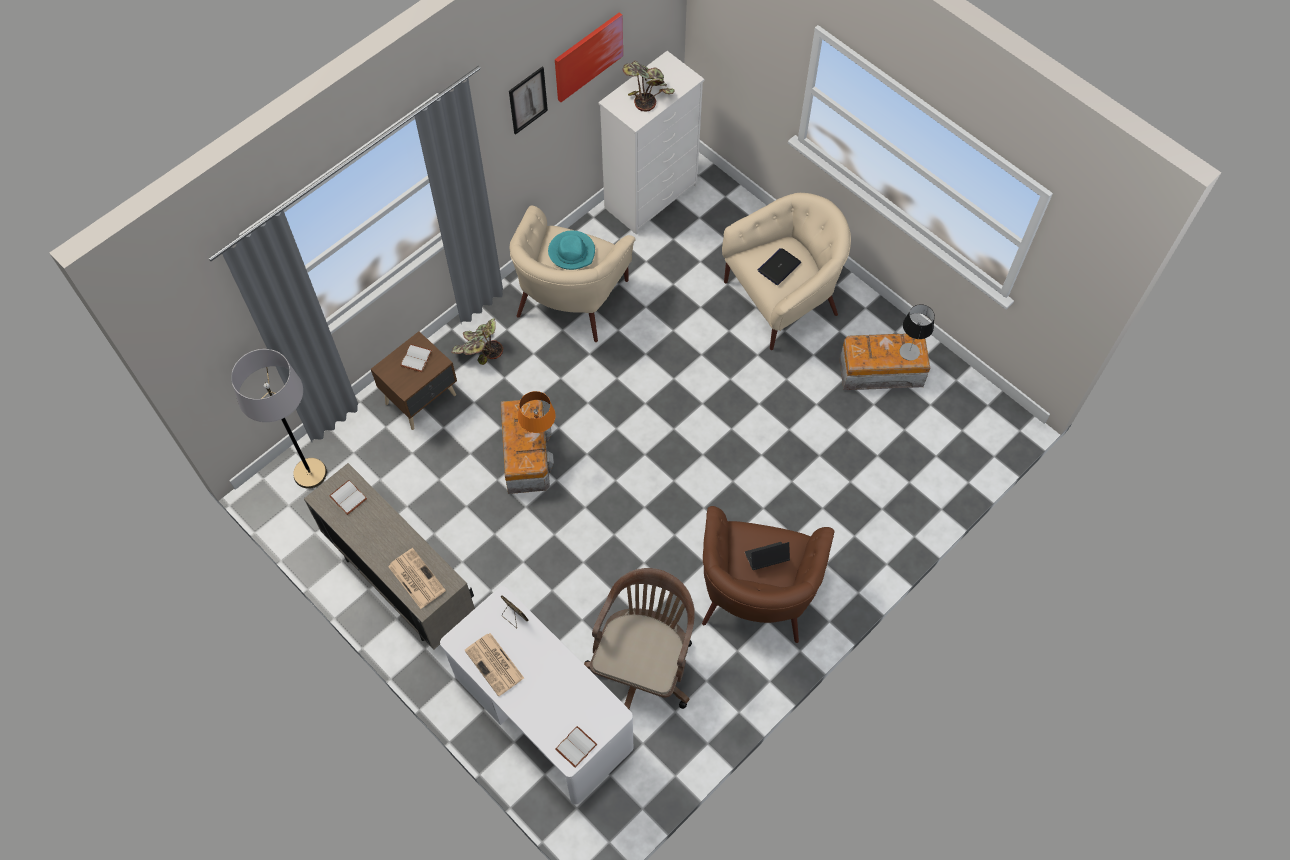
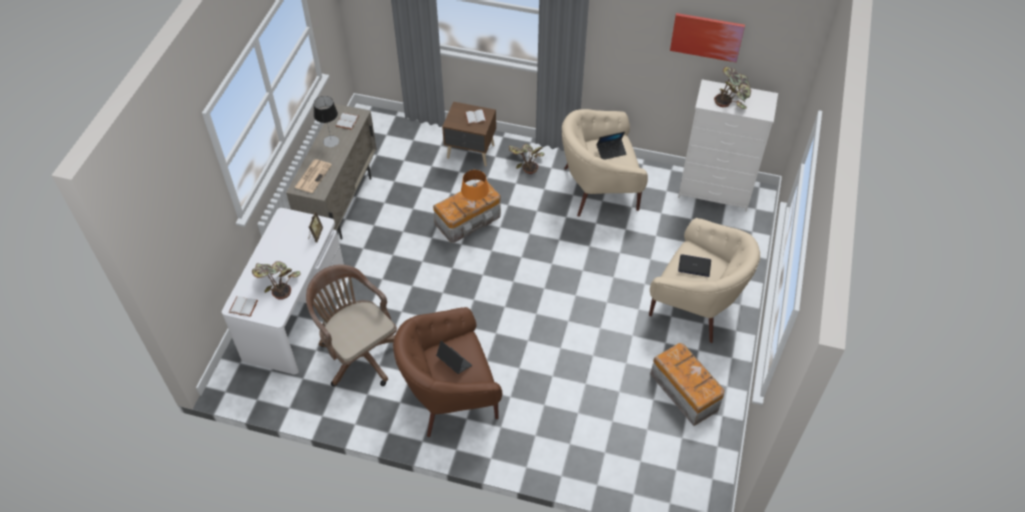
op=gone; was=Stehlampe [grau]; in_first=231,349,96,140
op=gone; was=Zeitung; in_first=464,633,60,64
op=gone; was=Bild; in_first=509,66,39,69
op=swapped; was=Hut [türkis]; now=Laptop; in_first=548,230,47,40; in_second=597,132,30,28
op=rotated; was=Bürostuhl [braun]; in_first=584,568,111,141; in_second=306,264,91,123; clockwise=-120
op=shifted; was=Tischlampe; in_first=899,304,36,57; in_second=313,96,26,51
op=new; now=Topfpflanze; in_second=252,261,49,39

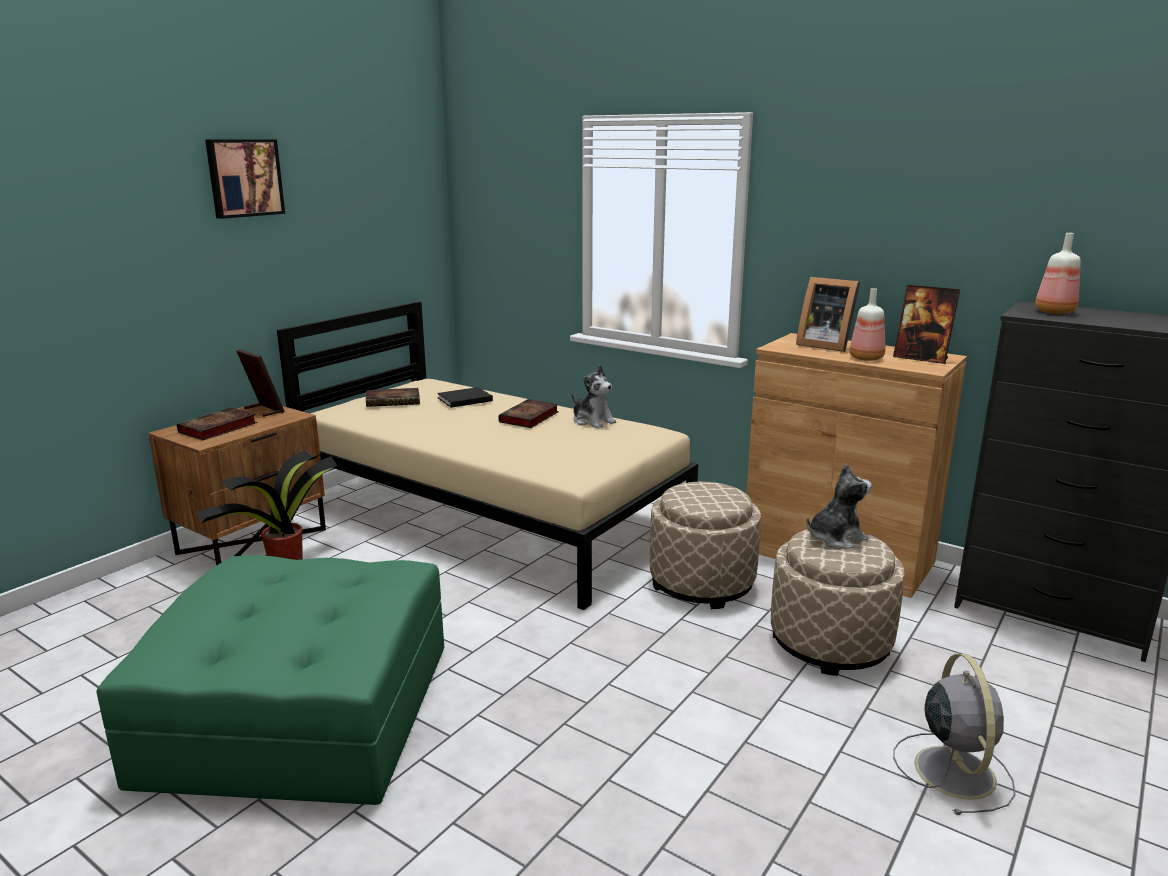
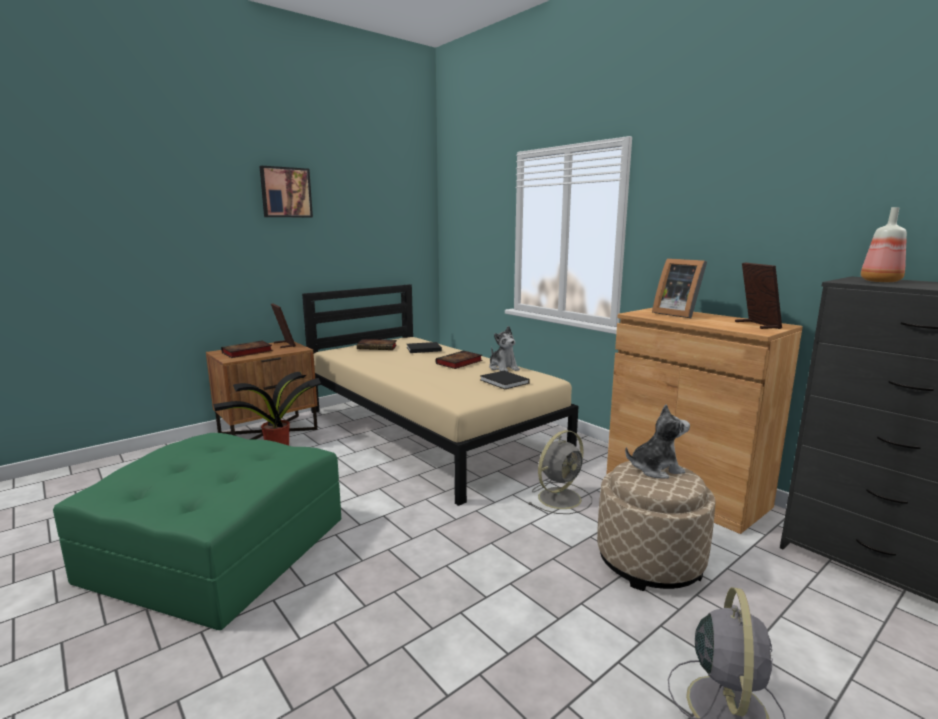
op=swapped; was=Polsterhocker [beige]; now=Ventilator [grau]; in_first=650,482,111,127; in_second=528,430,64,84
op=gone; was=Flasche; in_first=849,288,36,73
op=rotated; was=Bilderrahmen; in_first=893,285,67,79; in_second=735,263,47,66; clockwise=-150
op=new; now=Buch [schwarz]; in_second=480,371,50,18

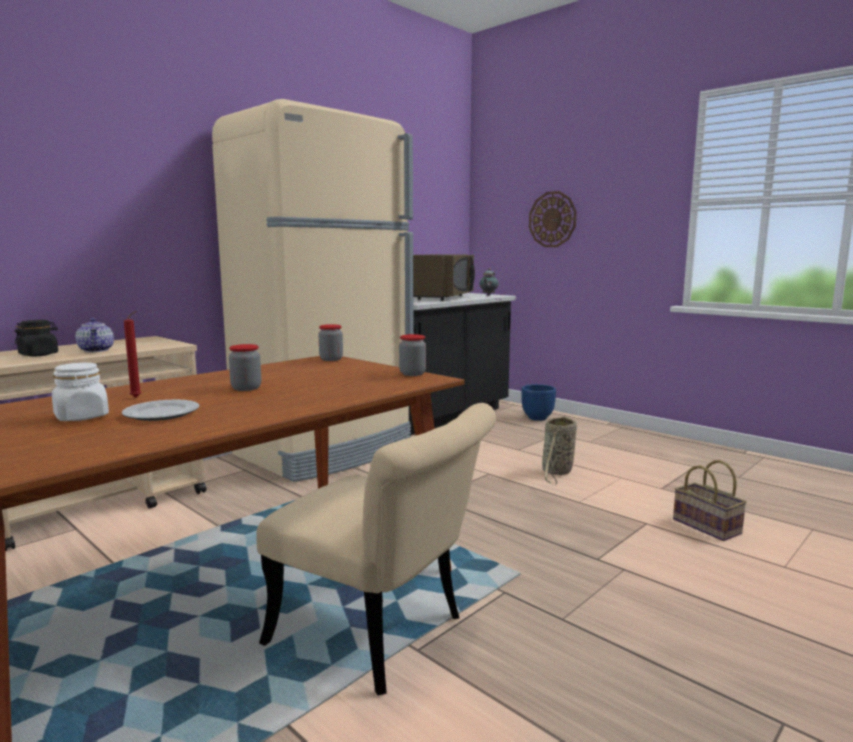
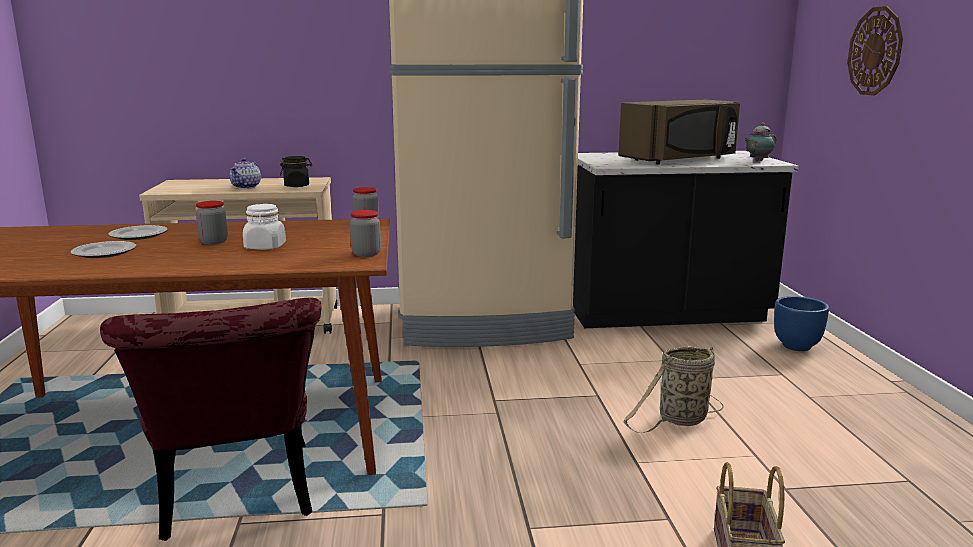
op=shifted; was=Vorratsglas [schwarz]; in_first=15,320,43,36; in_second=280,156,32,31
op=shifted; was=Vorratsglas [weiß]; in_first=52,363,57,58; in_second=243,204,43,46
op=swapped; was=Kerze [rot]; now=Teller; in_first=124,311,17,87; in_second=109,225,59,15
op=repainted; was=Stuhl [beige]; now=Stuhl [rot]; in_first=256,403,240,293; in_second=100,298,221,243

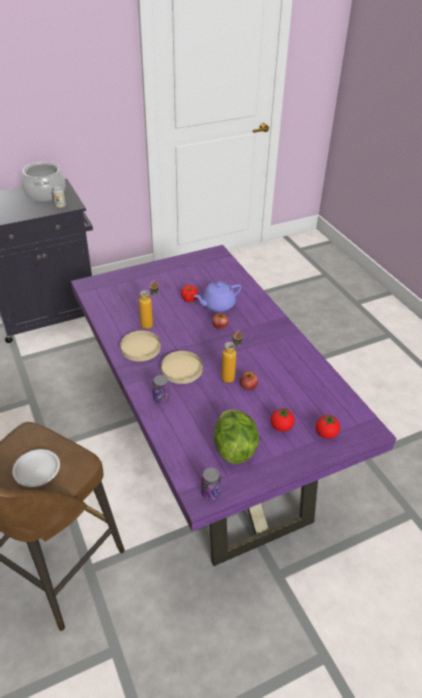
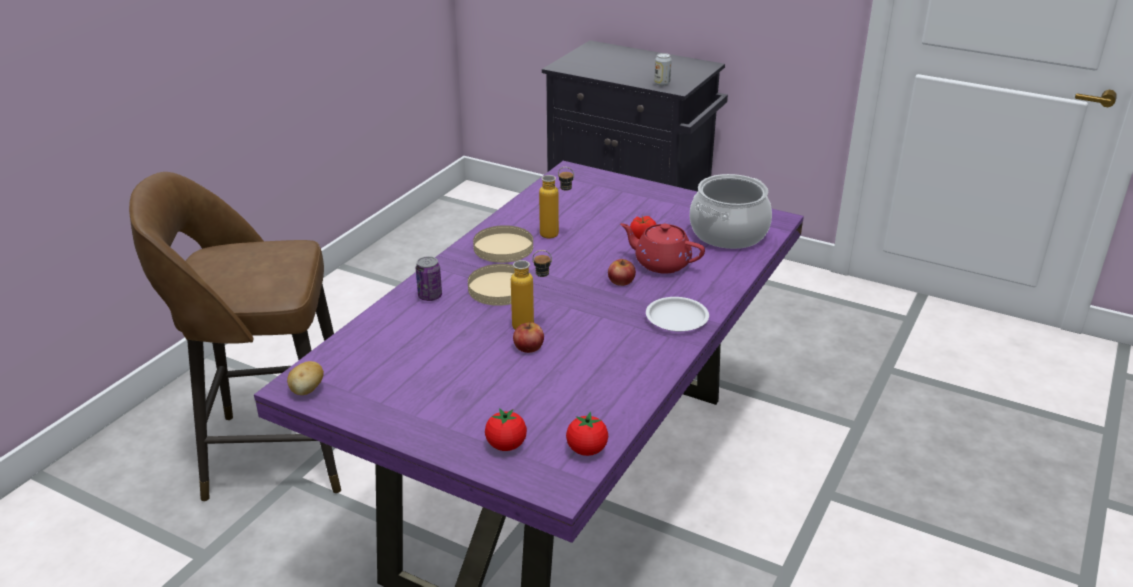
op=shifted; was=Teller [weiß]; in_first=12,449,48,38; in_second=646,297,63,34
op=shifted; was=Kochtopf; in_first=21,162,45,39; in_second=690,174,82,75
op=repainted; was=Teekanne [lila]; now=Teekanne [rot]; in_first=194,281,47,31; in_second=620,223,85,51
op=swapped; was=Dose; now=Kartoffel; in_first=201,468,20,32; in_second=287,361,37,34
op=gone; was=Salatkopf; in_first=214,410,45,54
op=shifted; was=Tomate; in_first=271,408,24,24; in_second=566,412,42,44

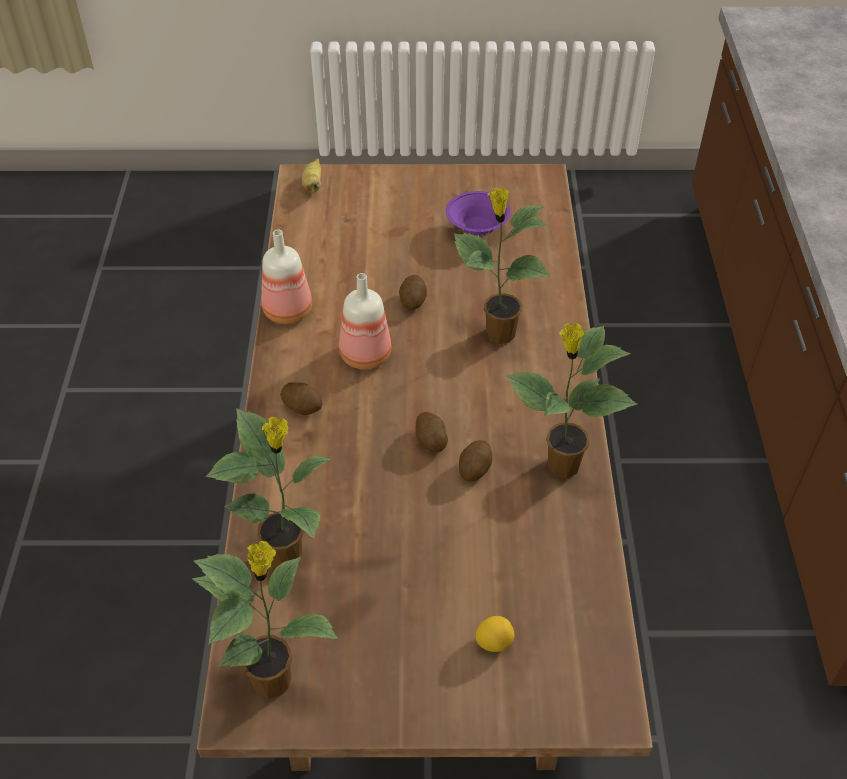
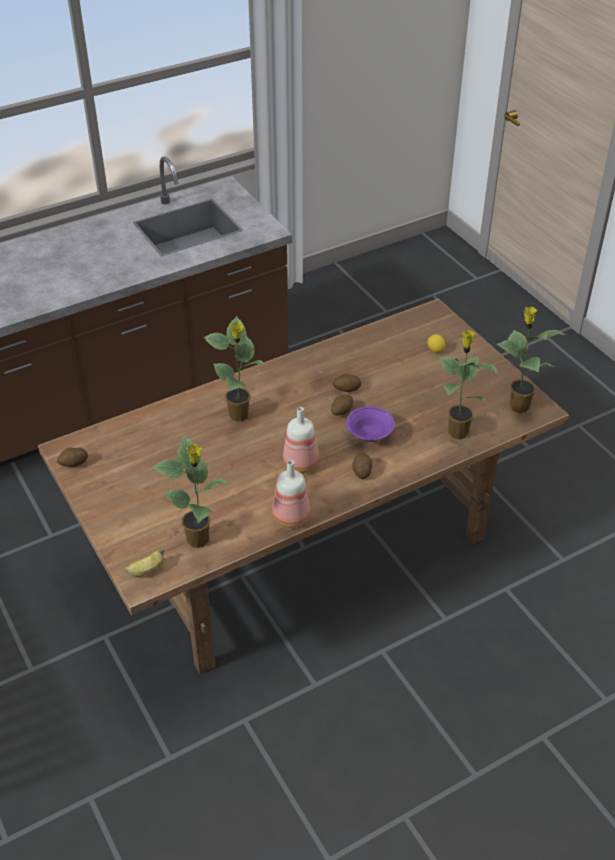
op=shifted; was=Kartoffel; in_first=399,275,28,35; in_second=57,447,31,20
op=shifted; was=Schüssel [lila]; in_first=446,191,65,46; in_second=346,406,49,36
op=shifted; was=Topfpflanze; in_first=505,323,132,155; in_second=152,435,77,113

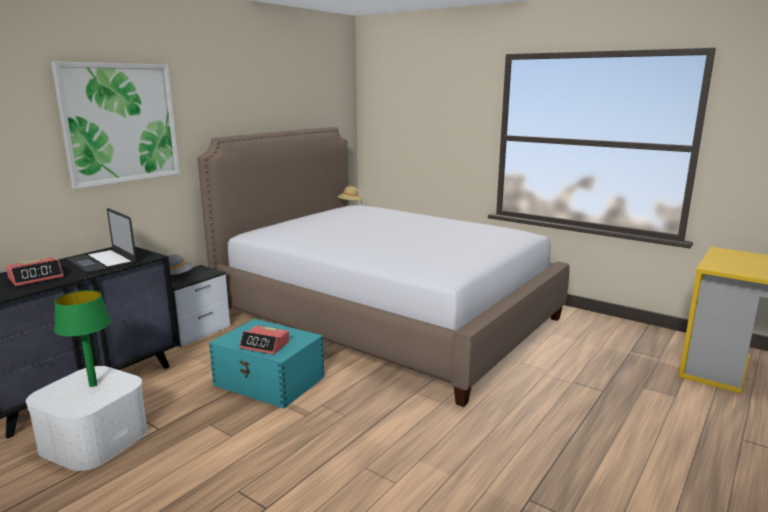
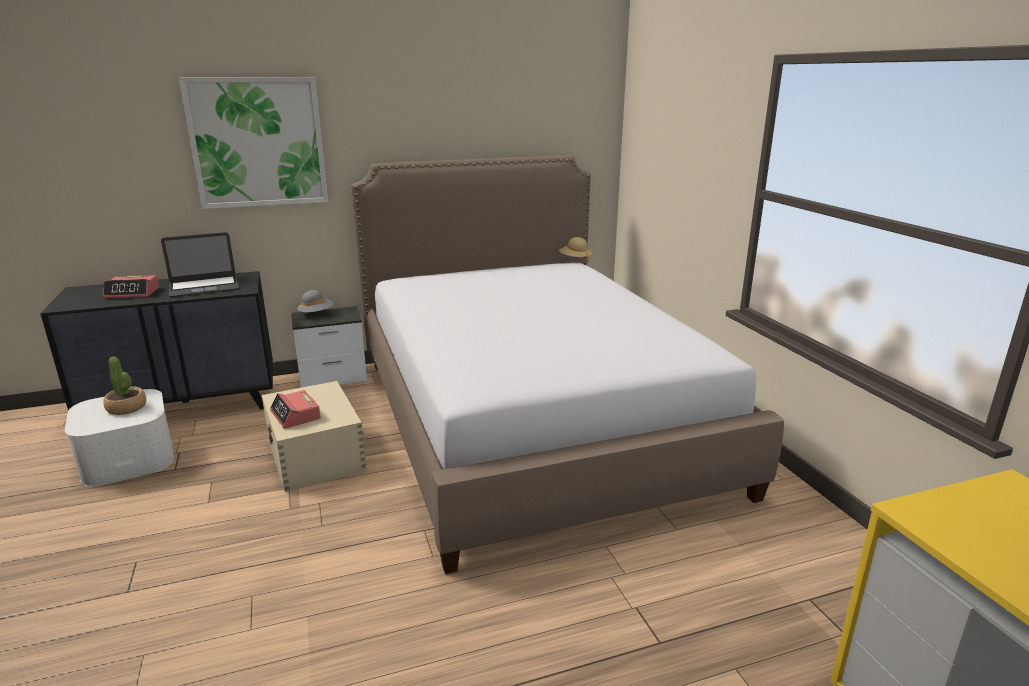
op=swapped; was=Tischlampe [grün]; now=Topfpflanze; in_first=54,290,57,97; in_second=103,357,43,58
op=rotated; was=Laptop; in_first=67,208,69,65; in_second=161,232,78,65; clockwise=-105
op=repainted; was=Aufbewahrungsbox [türkis]; now=Aufbewahrungsbox [beige]; in_first=209,319,115,89; in_second=262,381,105,111

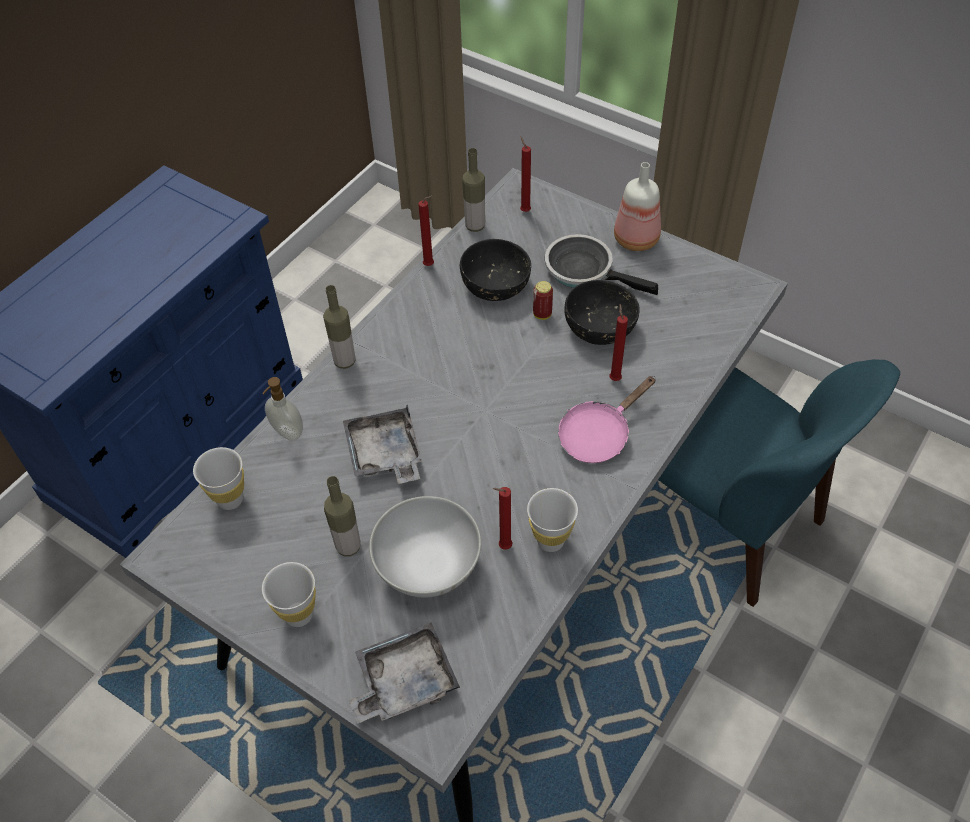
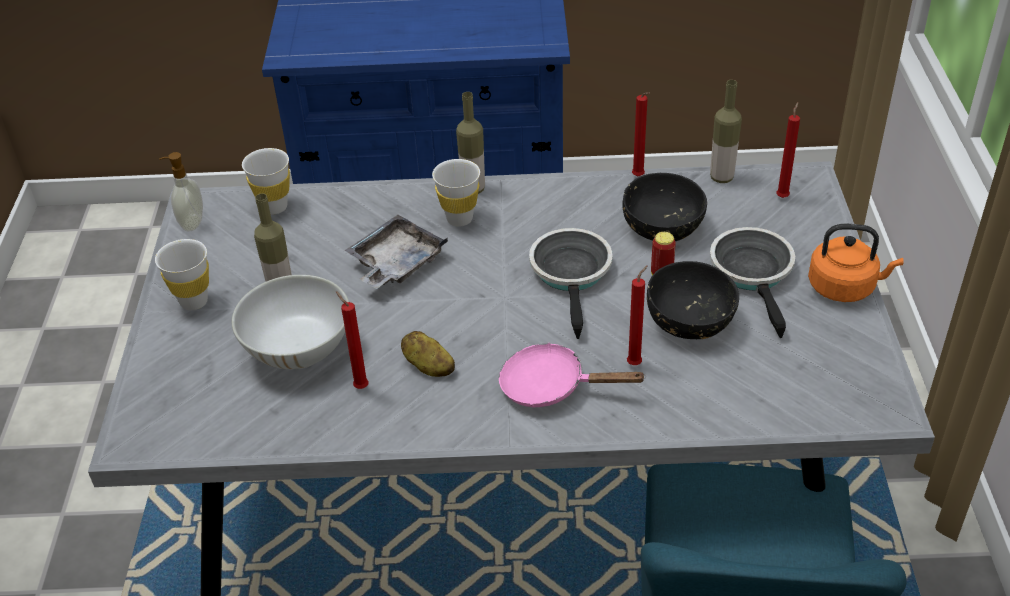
op=shifted; was=Seifenspender; in_first=262,377,41,64; in_second=159,152,44,80
op=gone; was=Tablett [grau]; in_first=349,622,111,102
op=shifted; was=Tasse [weiß]; in_first=527,488,51,64; in_second=432,159,48,68
op=swapped; was=Flasche; now=Wasserkessel [orange]; in_first=614,162,47,89; in_second=808,224,96,78
op=new; now=Kartoffel; in_second=401,331,54,46
op=new; now=Pfanne; in_second=529,228,84,111

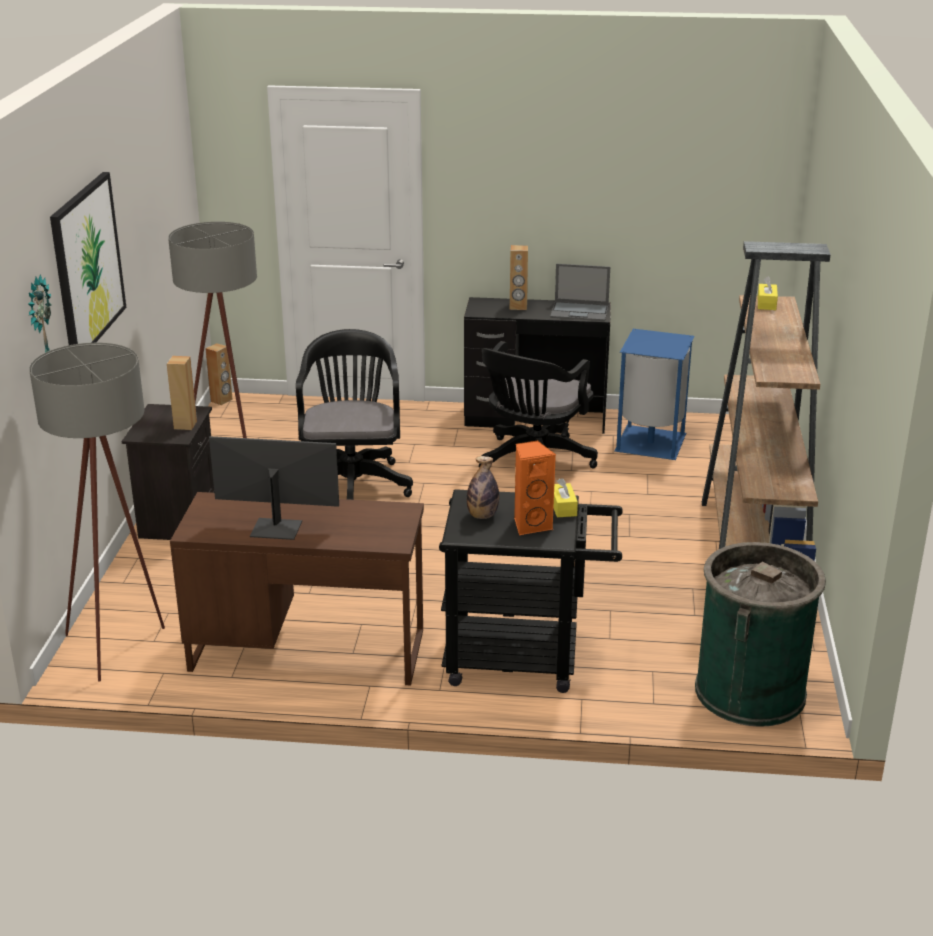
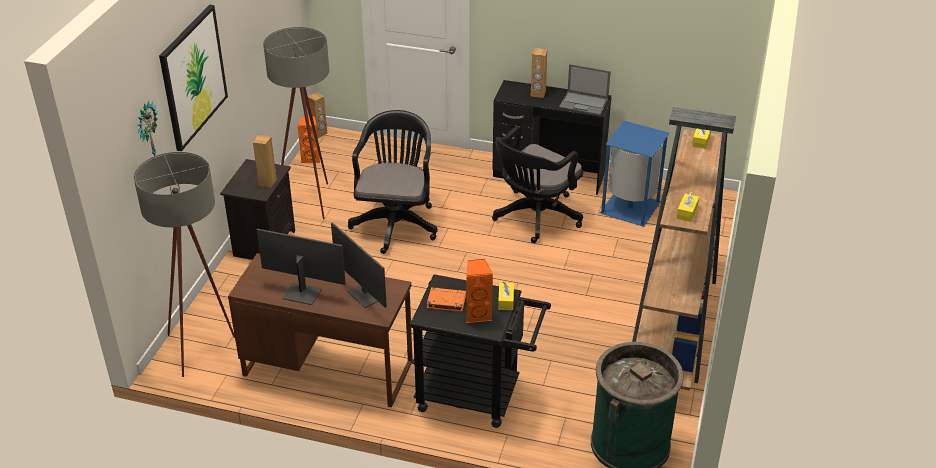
op=swapped; was=Flasche; now=Buch [orange]; in_first=467,456,32,63; in_second=427,288,39,24
op=new; now=Lautsprecher [orange]; in_second=298,116,22,48
op=new; now=Monitor; in_second=331,222,56,86
op=new; now=Taschentuchbox [gelb]; in_second=676,192,23,30

